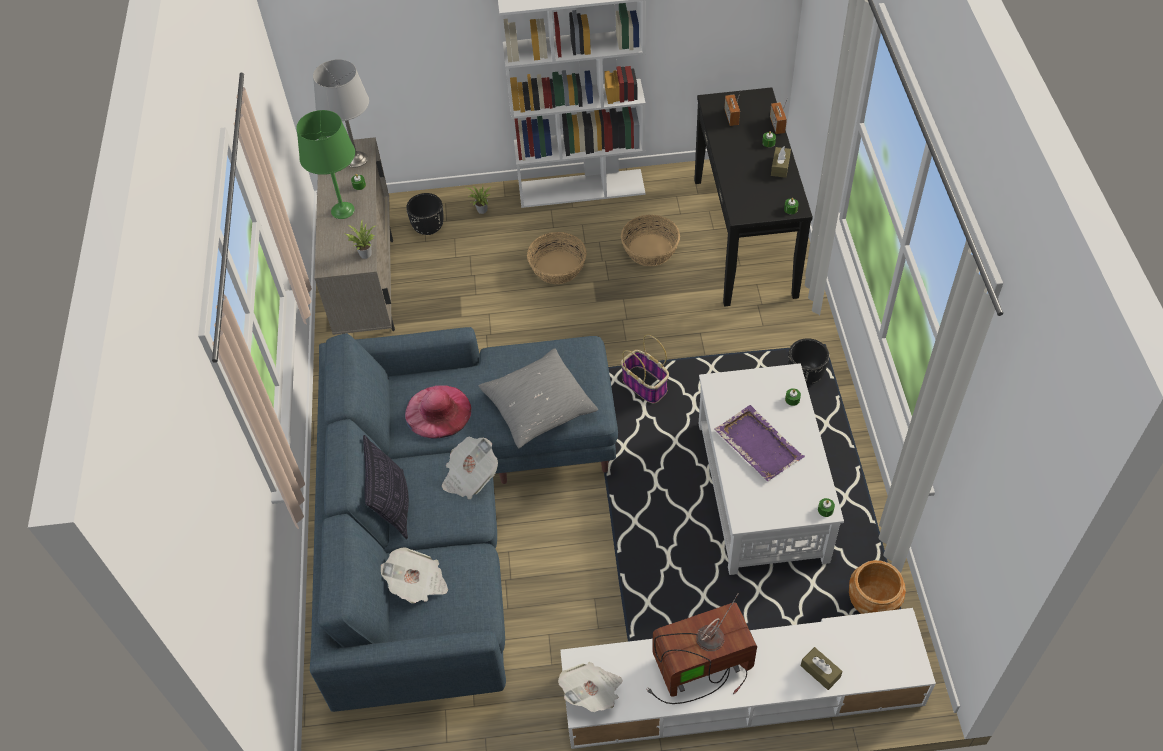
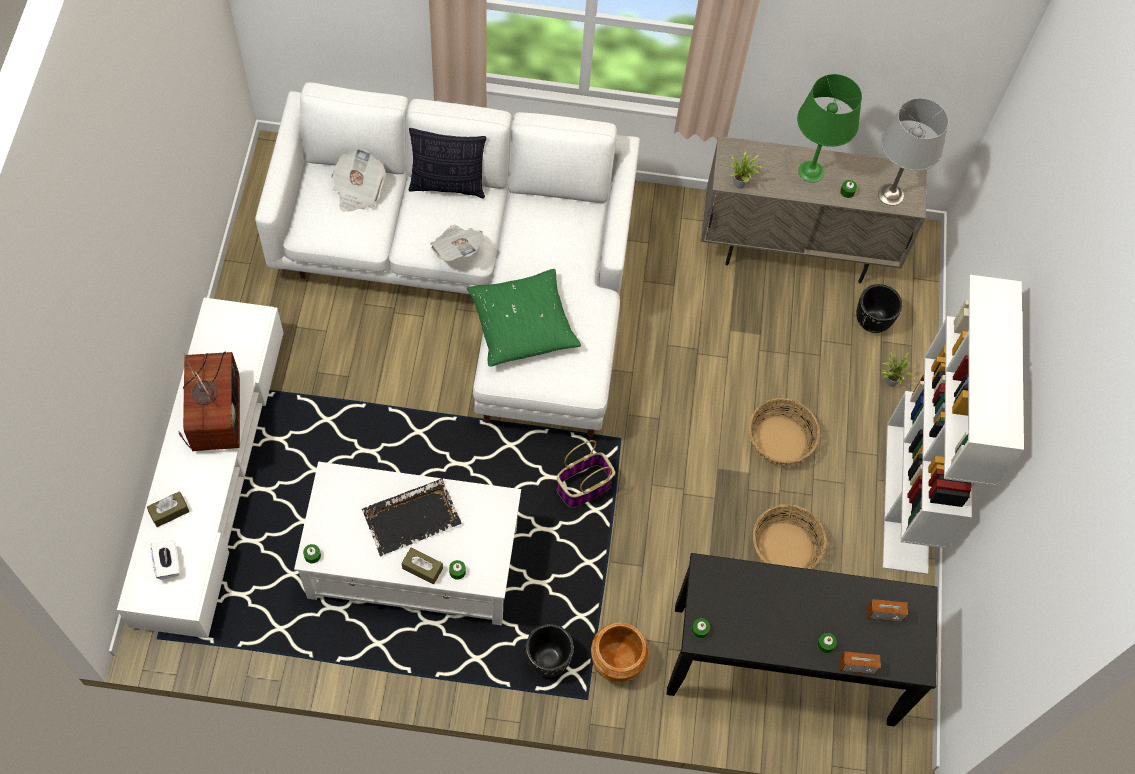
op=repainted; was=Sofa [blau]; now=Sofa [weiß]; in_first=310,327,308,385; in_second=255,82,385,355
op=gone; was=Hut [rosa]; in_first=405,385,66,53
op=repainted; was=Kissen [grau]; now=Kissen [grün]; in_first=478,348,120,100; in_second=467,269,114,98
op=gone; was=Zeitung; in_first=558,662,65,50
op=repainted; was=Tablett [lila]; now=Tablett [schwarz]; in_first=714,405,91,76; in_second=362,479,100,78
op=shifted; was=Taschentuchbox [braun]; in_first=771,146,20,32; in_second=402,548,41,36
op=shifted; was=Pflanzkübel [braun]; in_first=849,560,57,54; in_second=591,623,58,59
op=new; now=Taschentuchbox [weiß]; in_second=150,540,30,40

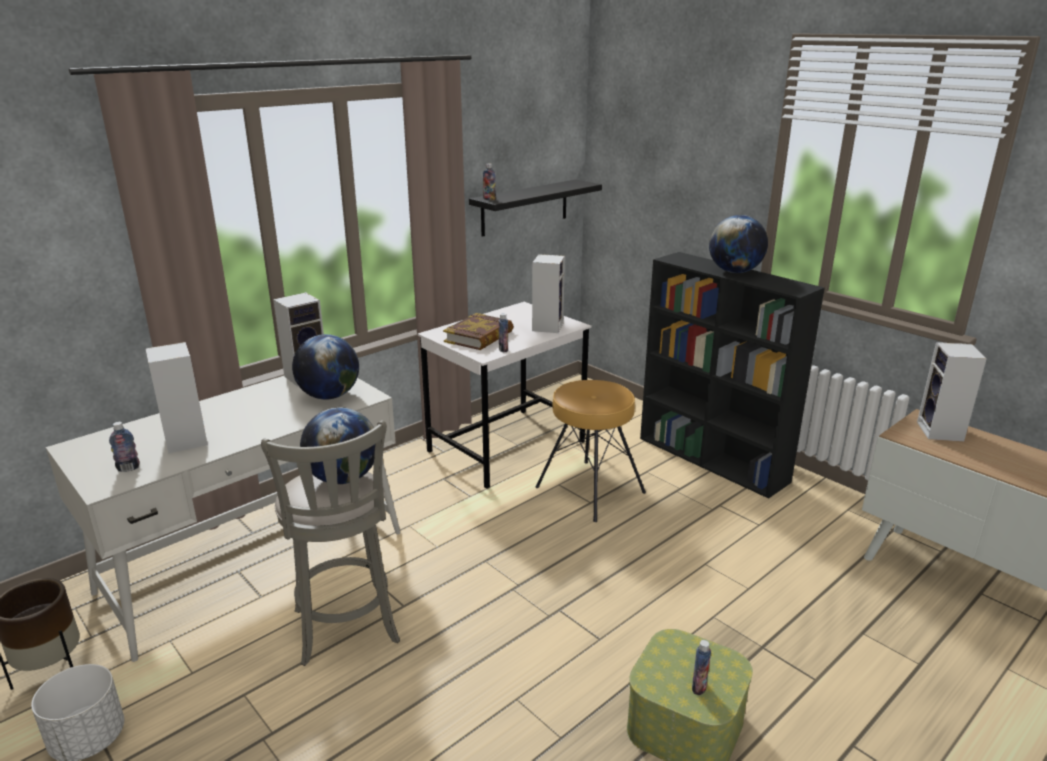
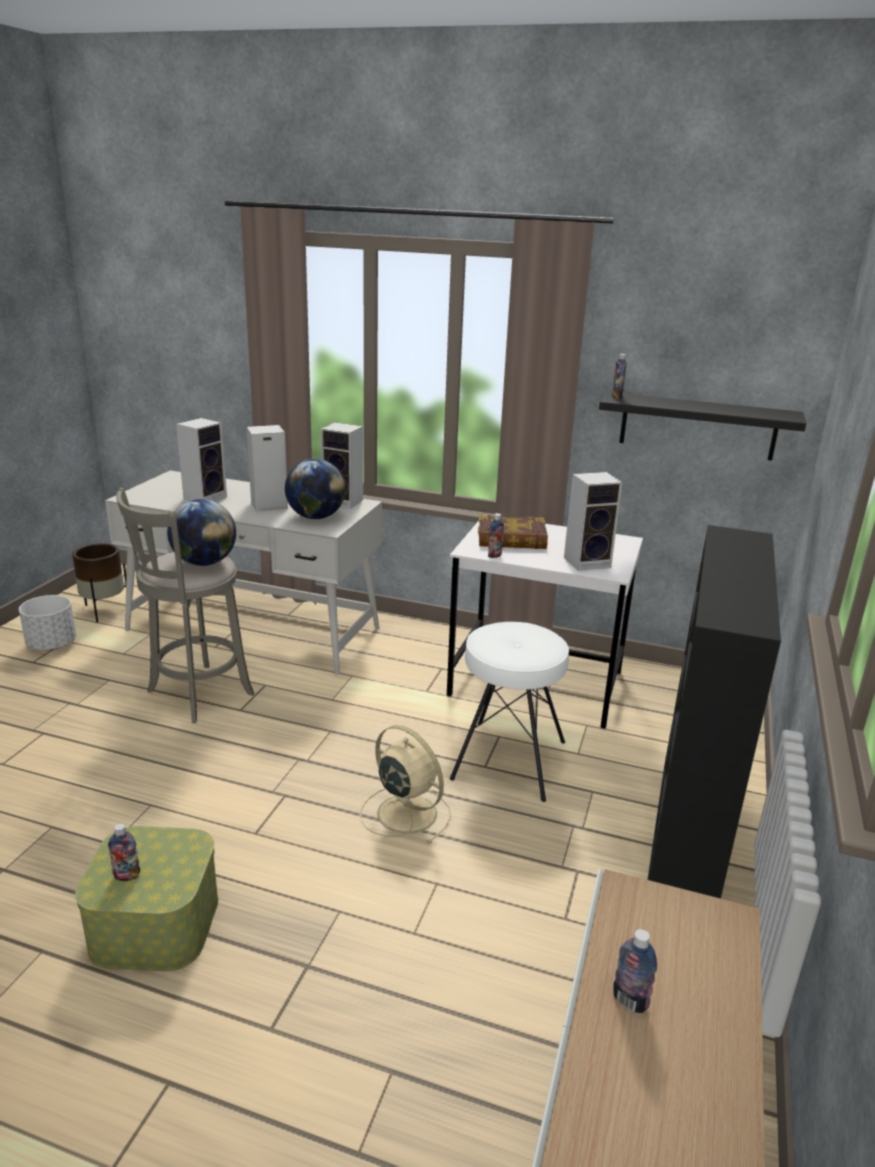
op=shifted; was=Flasche; in_first=109,422,31,50; in_second=613,929,44,84
op=repainted; was=Hocker [braun]; now=Hocker [weiß]; in_first=535,380,111,142; in_second=450,622,119,180
op=gone; was=Globus; in_first=709,215,59,58
op=shifted; was=Lautsprecher; in_first=917,342,69,100; in_second=247,425,41,86
op=new; now=Ventilator [beige]; in_second=360,725,91,119

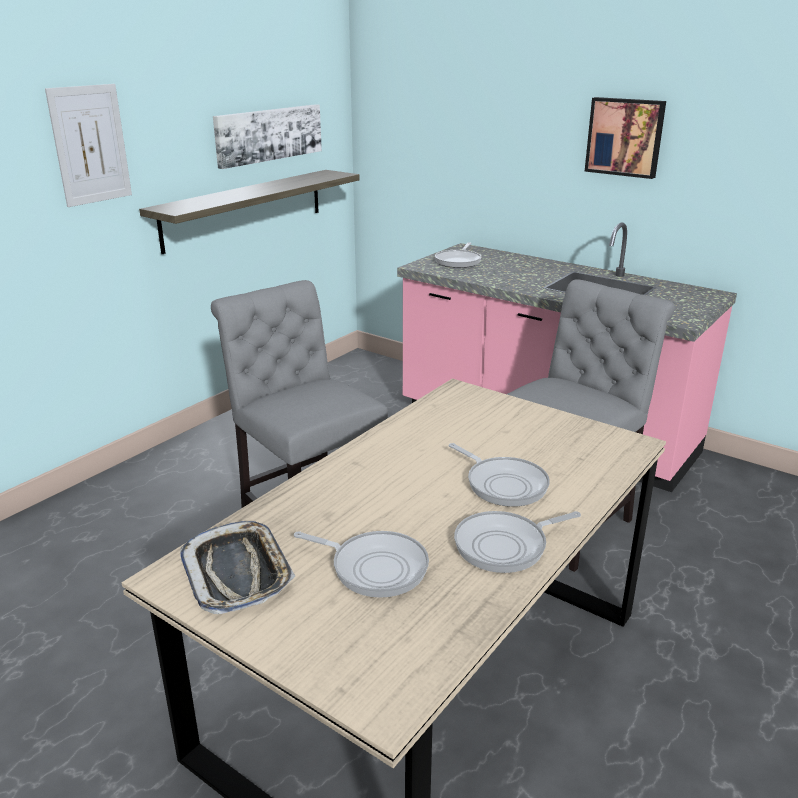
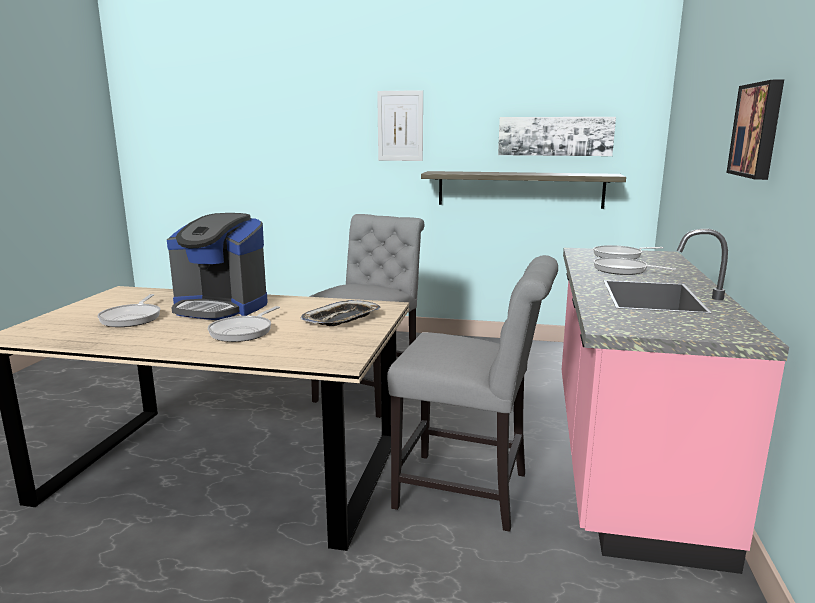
op=shifted; was=Tablett; in_first=180,521,115,94; in_second=300,300,80,26
op=shifted; was=Pfanne; in_first=454,511,127,62; in_second=593,257,83,18
op=new; now=Kaffeemaschine; in_second=167,213,101,107

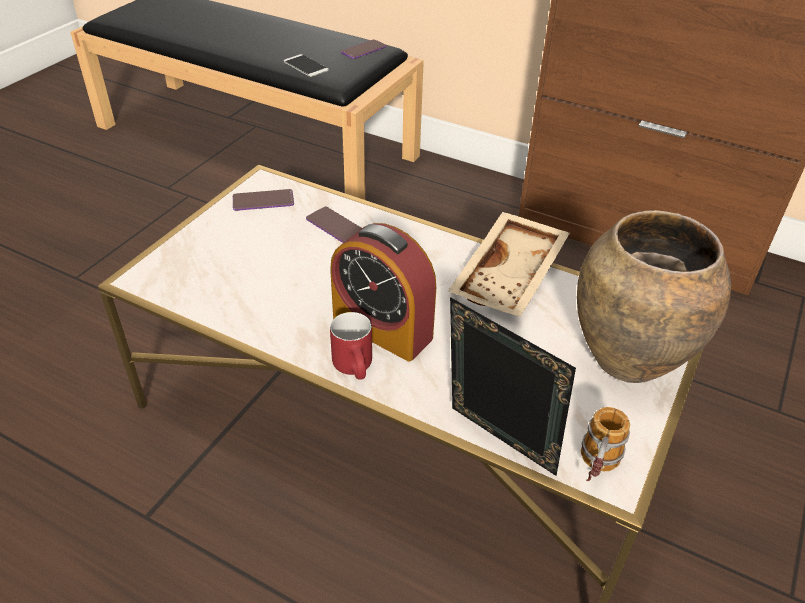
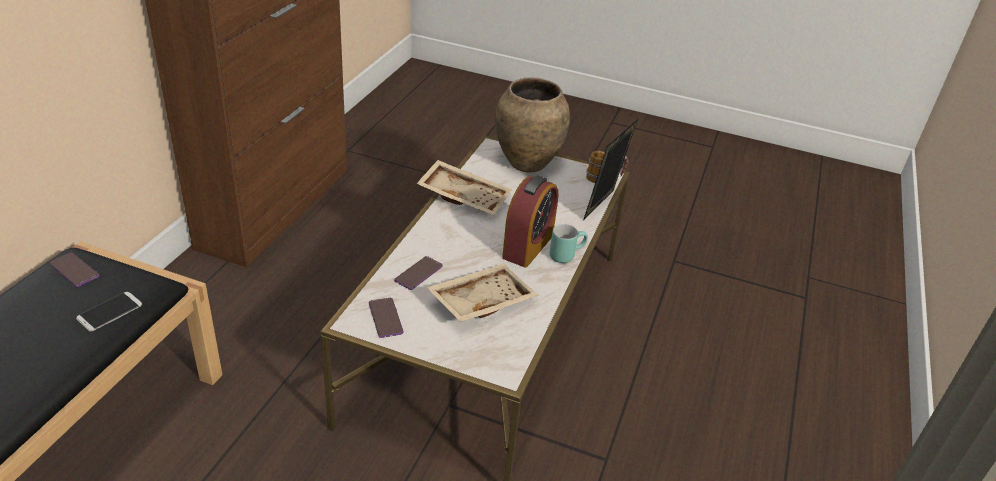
op=repainted; was=Henkelbecher [rot]; now=Henkelbecher [türkis]; in_first=330,312,42,68; in_second=550,224,38,39
op=new; now=Tablett [beige]; in_second=426,263,113,59

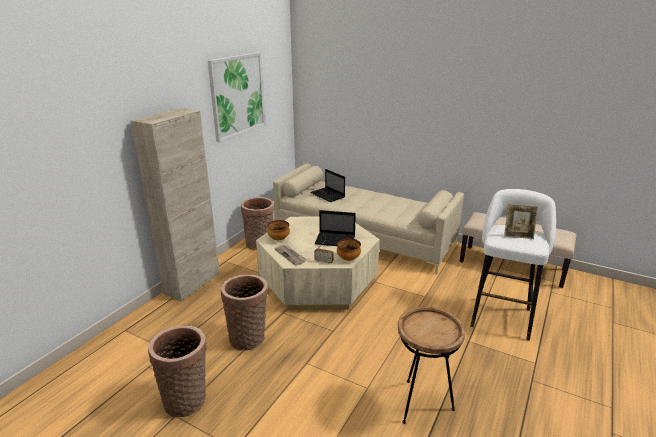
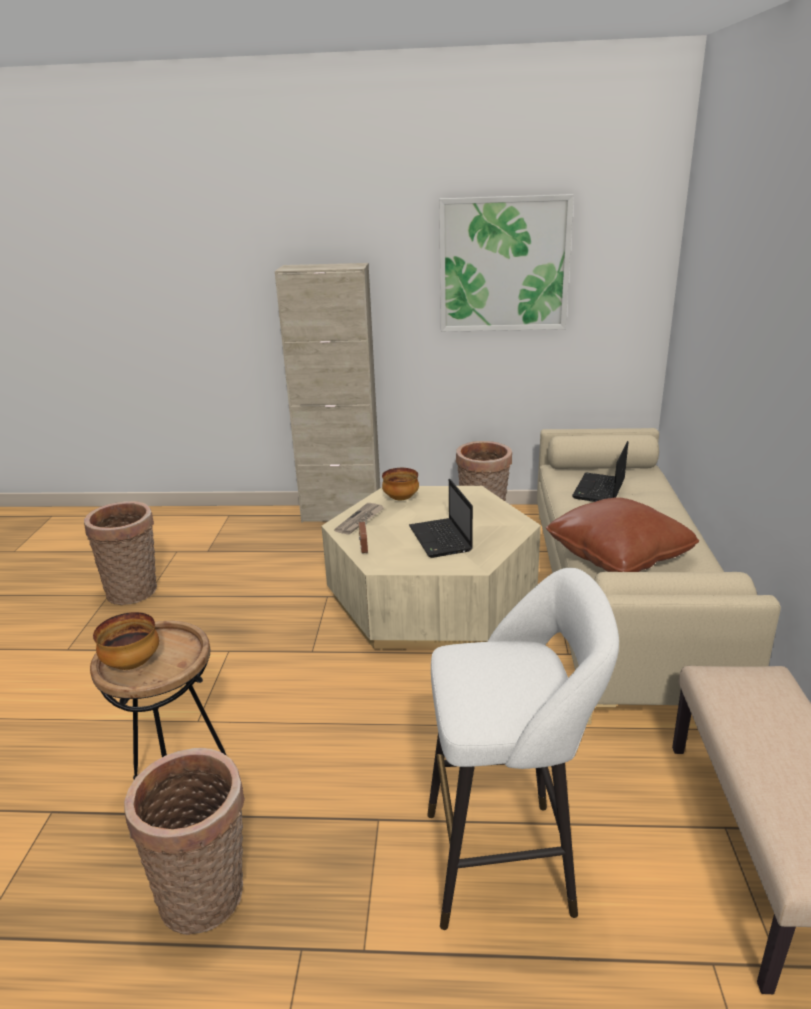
op=shifted; was=Korb; in_first=221,275,47,75; in_second=124,748,121,187
op=shifted; was=Schüssel; in_first=337,238,24,23; in_second=93,612,66,58
op=gone; was=Bilderrahmen; in_first=504,204,34,35
op=new; now=Kissen [braun]; in_second=546,497,153,75

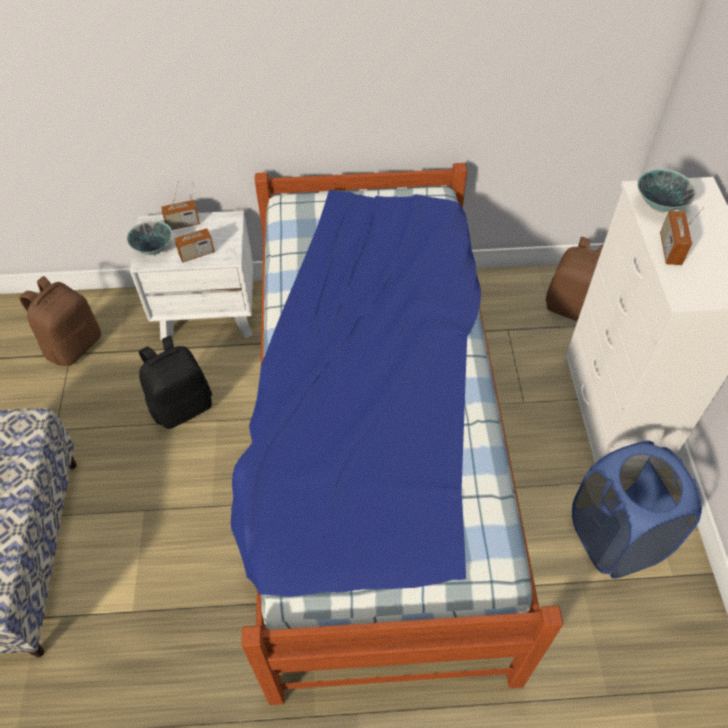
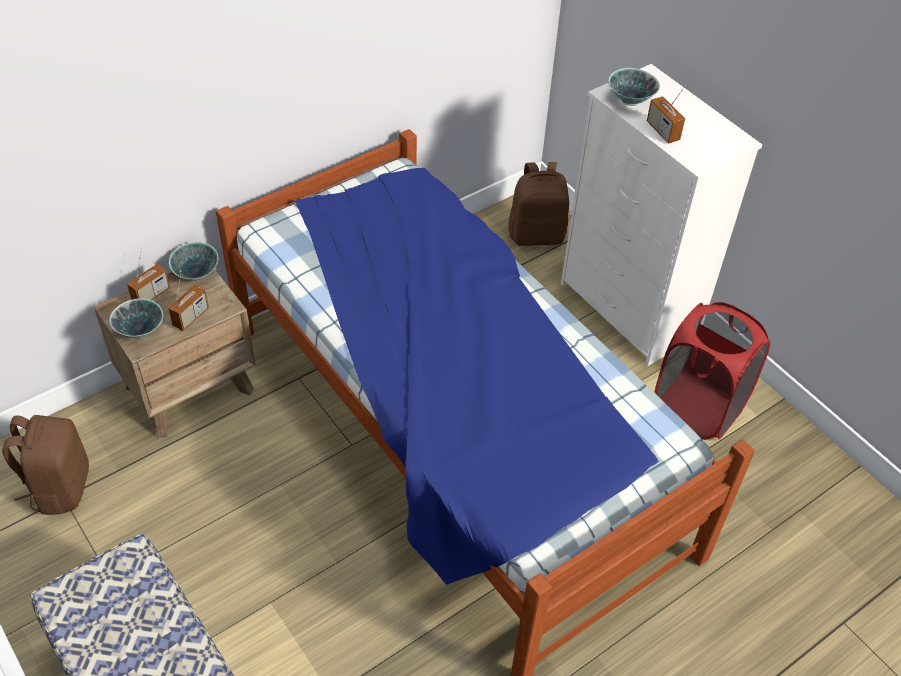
op=repainted; was=Nachttisch [weiß]; now=Nachttisch [braun]; in_first=130,211,124,129; in_second=94,269,162,169
op=gone; was=Rucksack [schwarz]; in_first=139,336,73,93
op=repainted; was=Wäschekorb [blau]; now=Wäschekorb [rot]; in_first=572,441,130,138; in_second=654,302,117,138
op=new; now=Schüssel; in_second=169,242,49,39

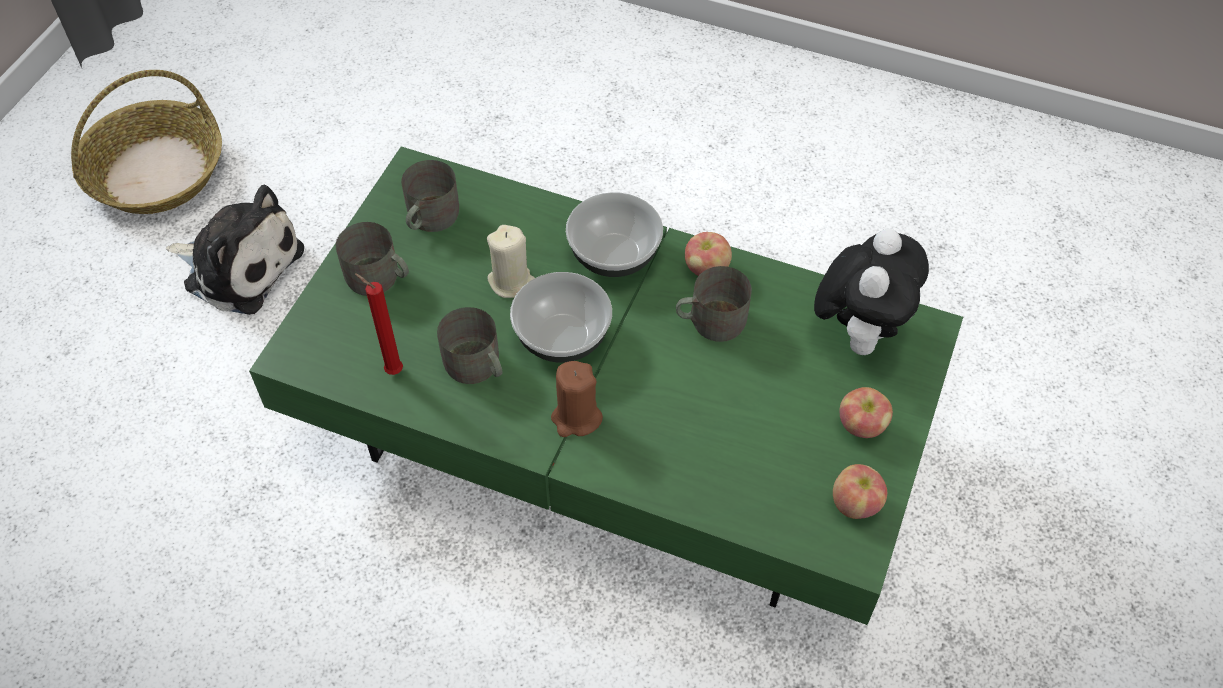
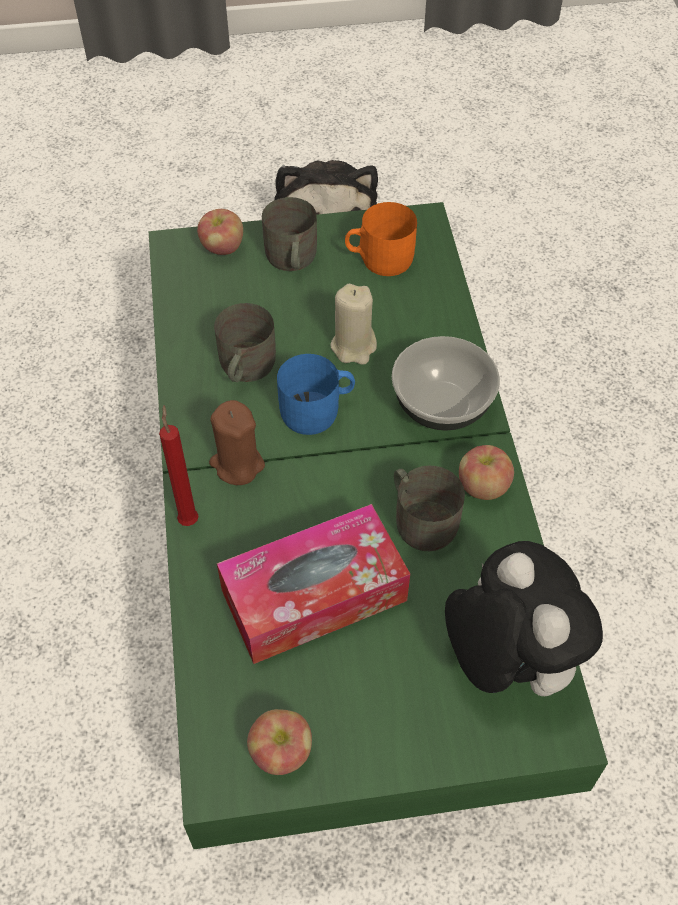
op=gone; was=Korb; in_first=71,70,151,144
op=shifted; was=Kerze [rot]; in_first=355,273,48,102; in_second=159,405,39,121
op=repainted; was=Henkelbecher [grau]; now=Henkelbecher [orange]; in_first=401,160,58,72; in_second=345,202,72,74
op=swapped; was=Schüssel; now=Henkelbecher [blau]; in_first=510,272,102,91; in_second=277,354,78,81
op=rotated; was=Plüschtier; in_first=814,228,115,127; in_second=445,541,158,155; clockwise=-105
op=shifted; was=Apfel; in_first=839,387,54,51; in_second=197,209,46,46
op=new; now=Taschentuchbox; in_second=217,504,193,160

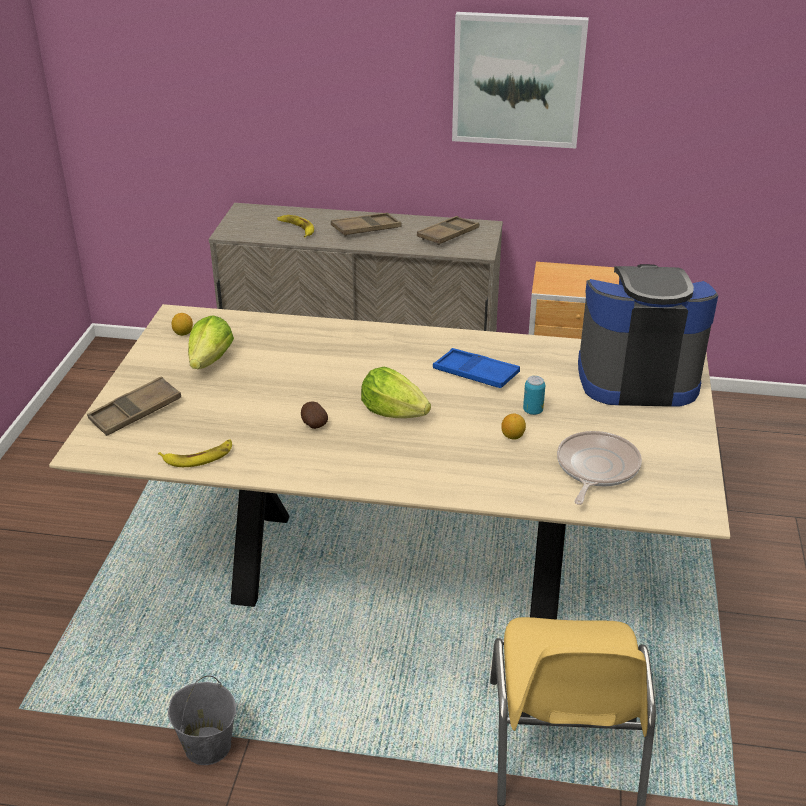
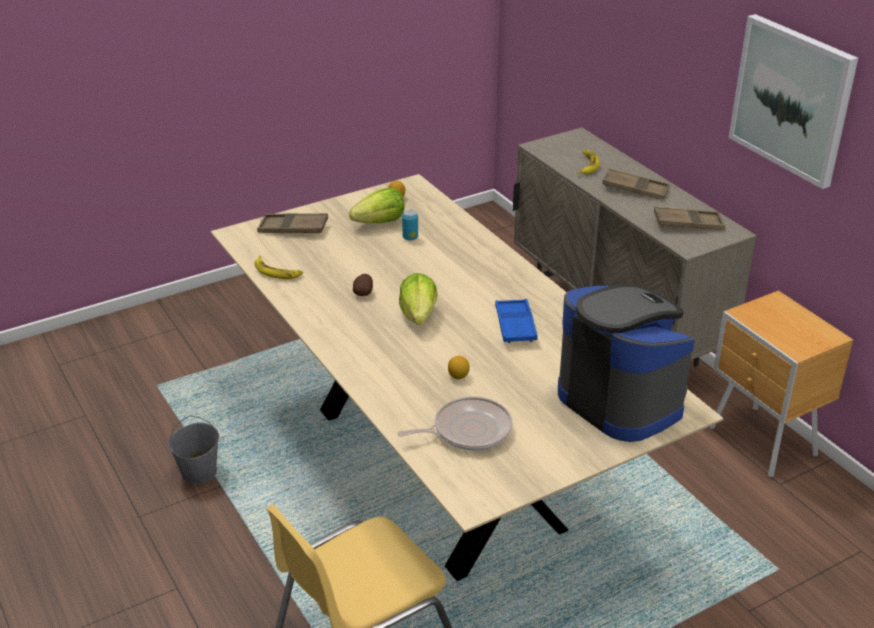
op=shifted; was=Dose; in_first=523,376,22,39; in_second=402,209,16,32

